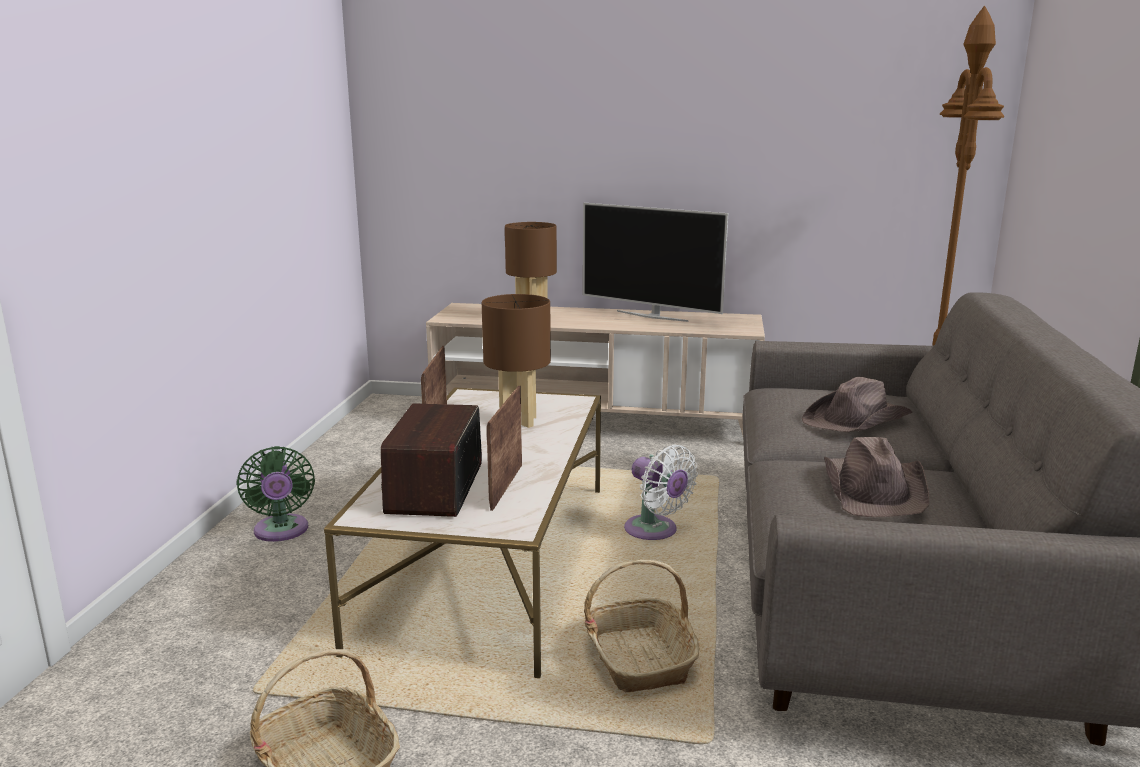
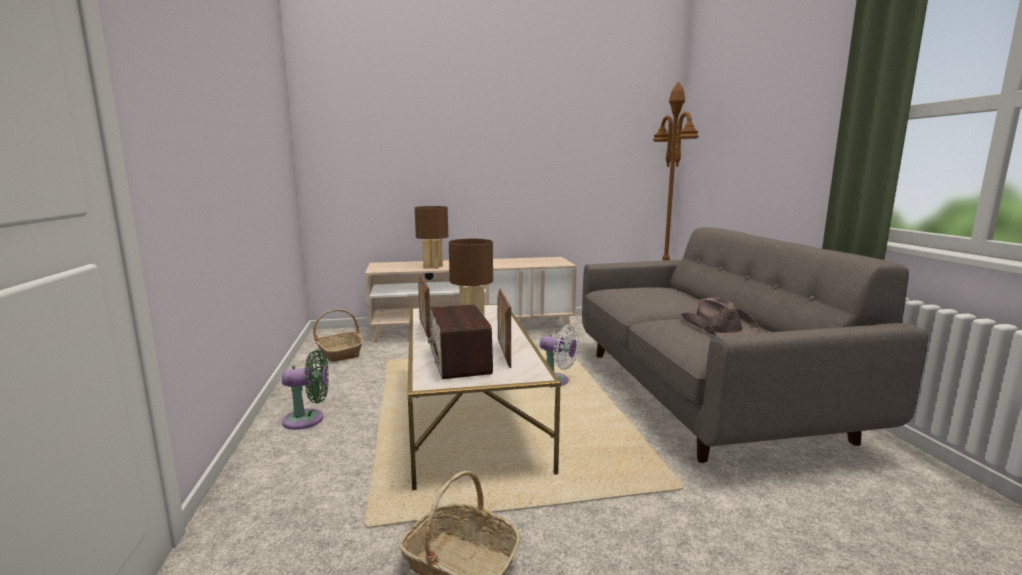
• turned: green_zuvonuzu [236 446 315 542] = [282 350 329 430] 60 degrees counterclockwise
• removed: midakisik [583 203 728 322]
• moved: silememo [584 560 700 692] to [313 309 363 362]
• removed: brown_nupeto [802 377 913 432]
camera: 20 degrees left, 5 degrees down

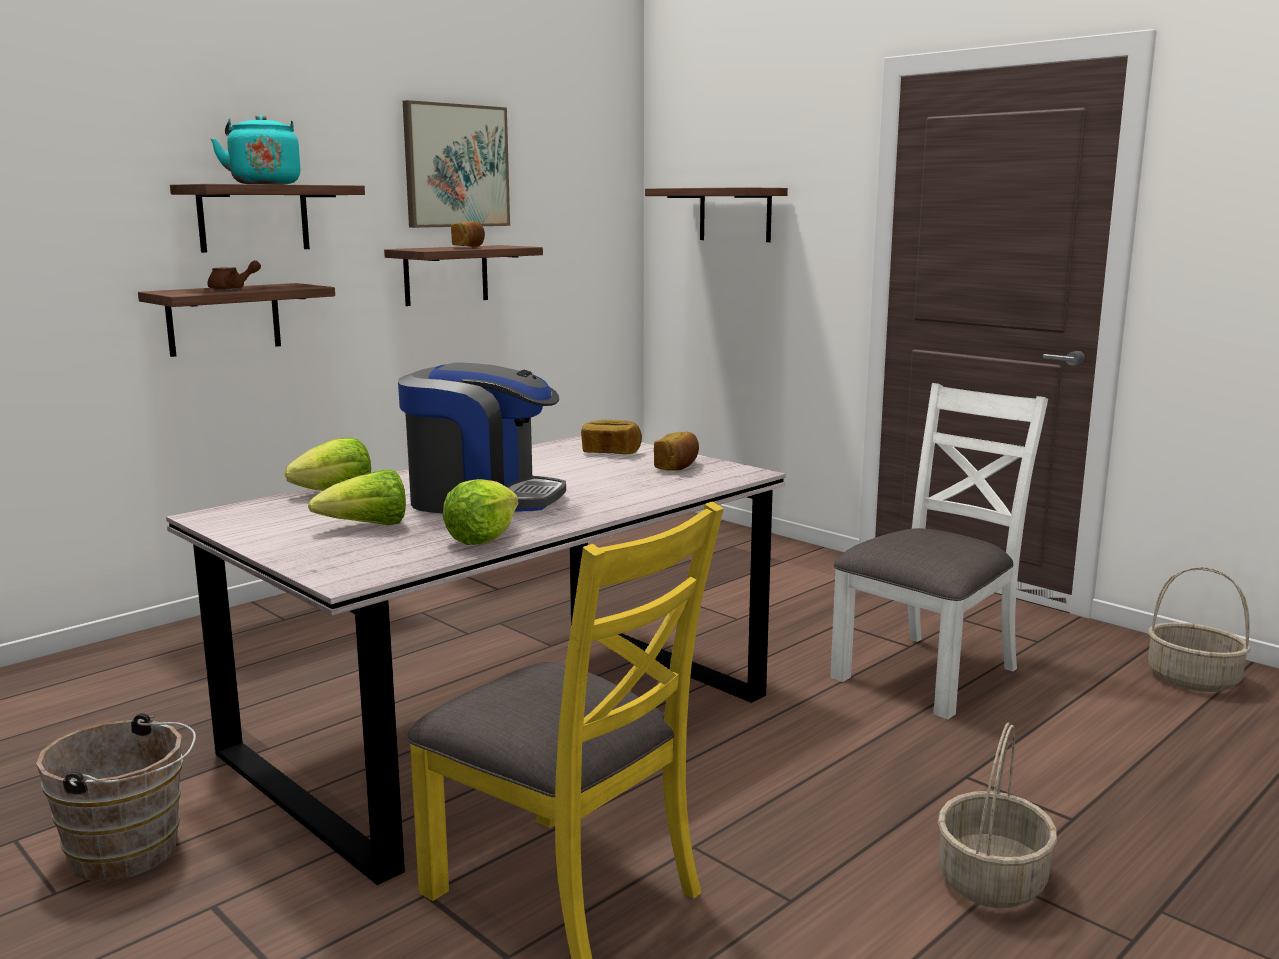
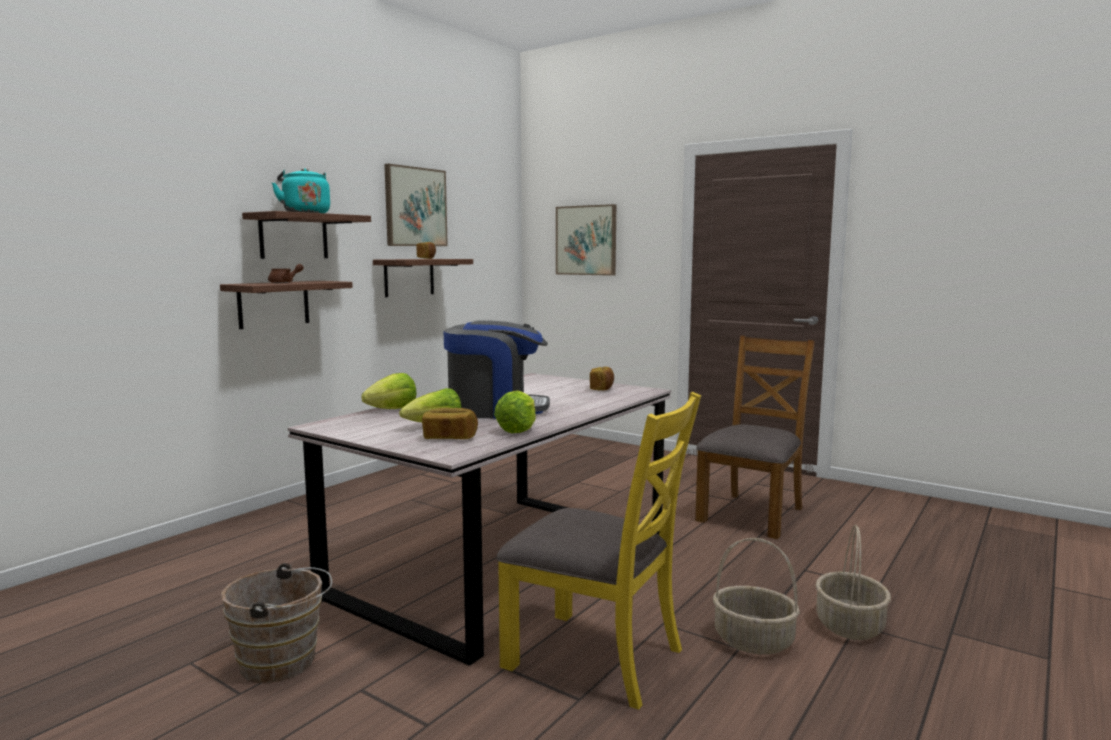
• moved: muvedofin [581 420 642 454] to [422 408 478 439]
• replaced: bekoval [645 187 788 242] to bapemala [556 204 616 276]
• recoloured: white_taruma [830 383 1048 719] to brown_taruma [695 335 815 539]
• moved: silememo [1148 567 1251 692] to [713 538 800 654]
camera: 10 degrees left, 5 degrees down

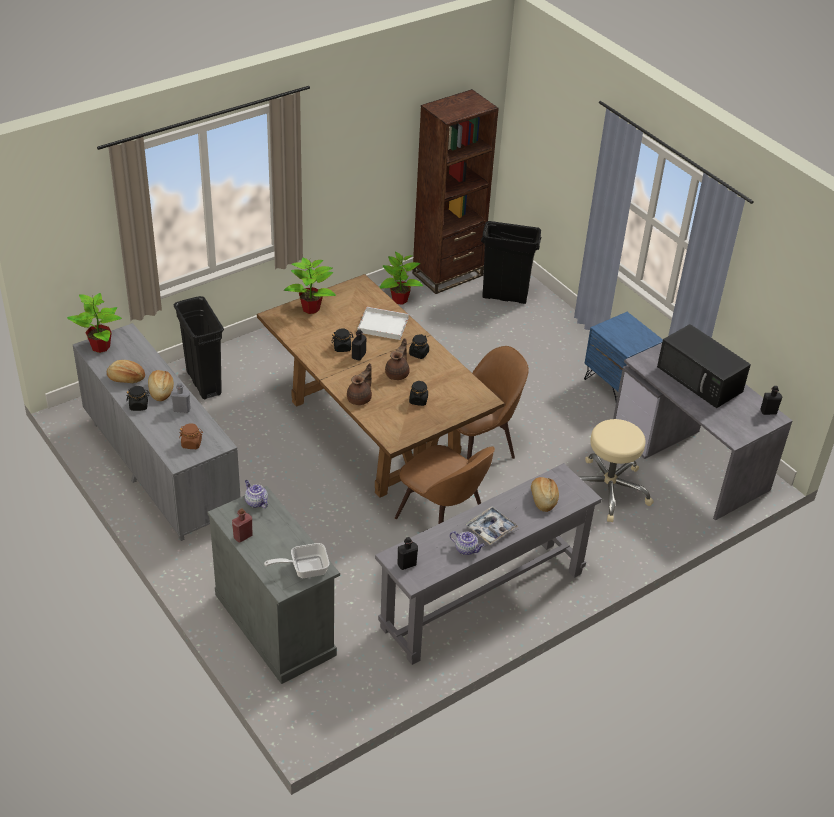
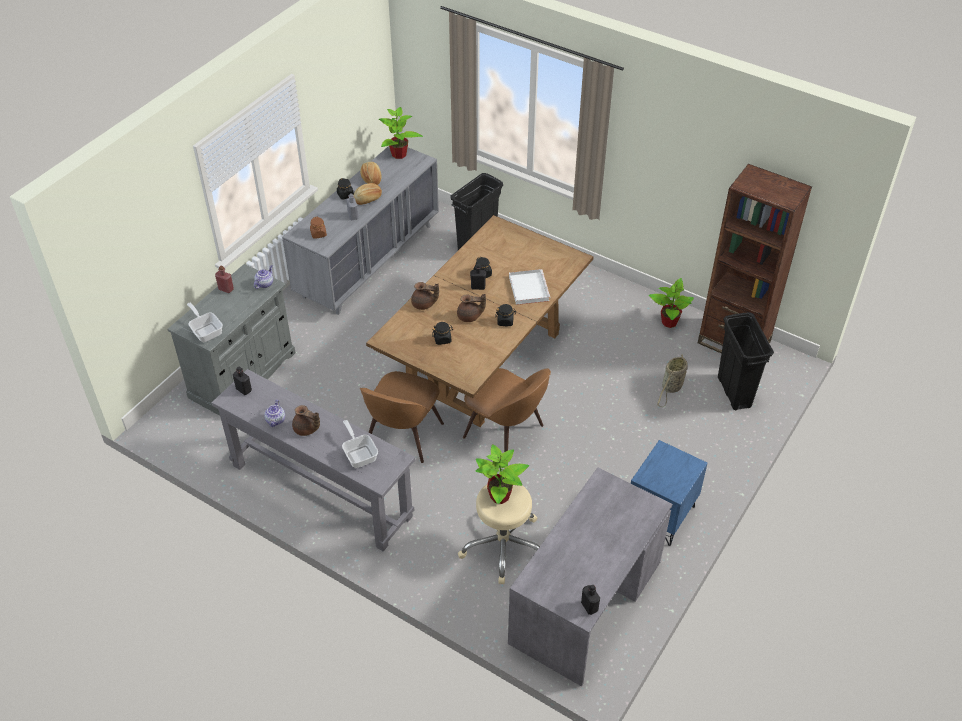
• moved: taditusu [284 257 336 314] to [476 444 529 504]
• replaced: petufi [466 506 518 545] to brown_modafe [292 405 320 436]
• replaced: muvedofin [531 477 559 512] to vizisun [342 420 378 468]
• removed: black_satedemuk [657 324 751 408]
• added: silememo [657 354 688 407]
camera: 70 degrees right, 5 degrees up

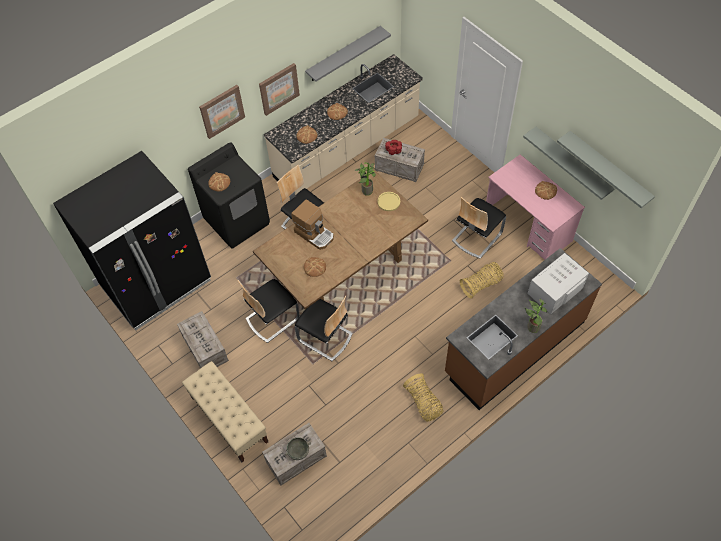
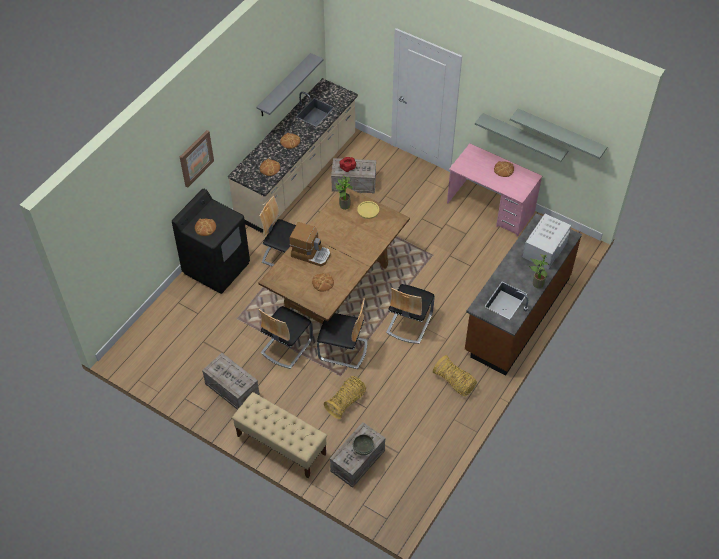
• removed: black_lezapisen [53 151 211 330]
• removed: bapemala [259 63 300 116]
• moved: taruma [452 197 506 259] to [386 284 435 344]
• moved: silememo [460 262 504 298] to [324 376 366 419]
camera: 20 degrees left, 5 degrees down

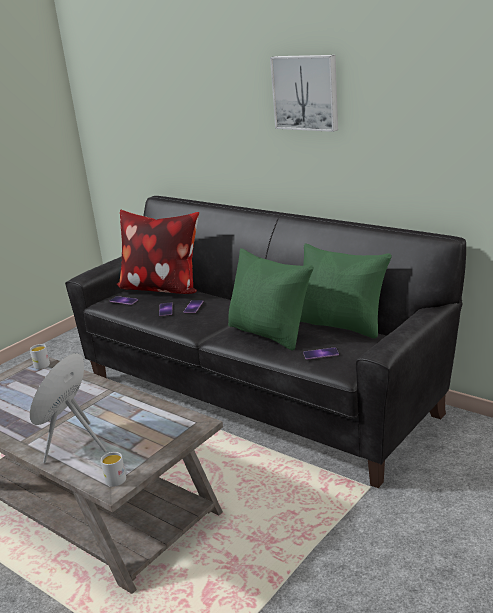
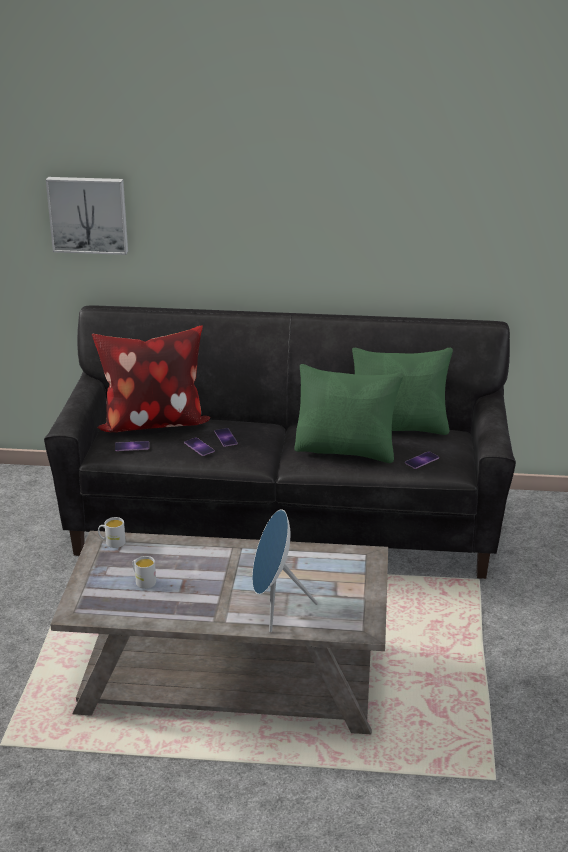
• moved: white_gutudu [101 452 126 487] to [132 556 156 589]
• moved: bapemala [270 55 338 132] to [46 177 128 255]
camera: 35 degrees left, 5 degrees up

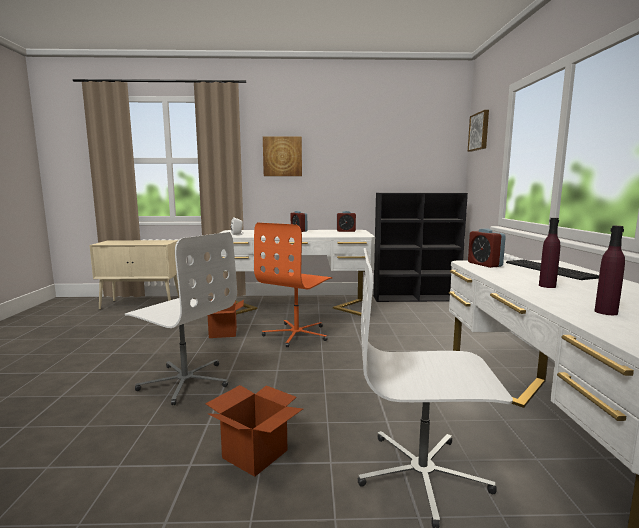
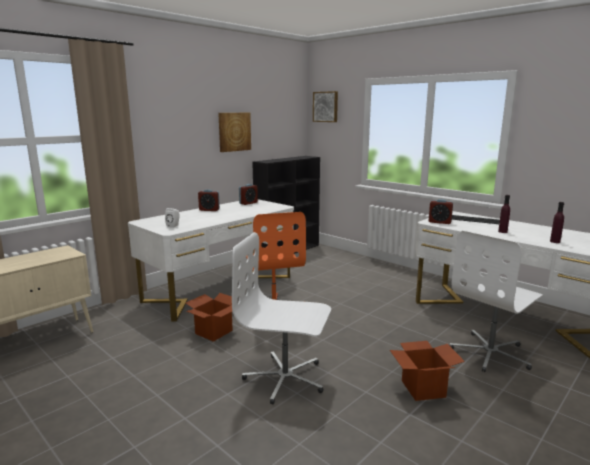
• turned: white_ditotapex [125 232 237 405] = [232 232 331 404] 150 degrees counterclockwise
• moved: bapemala [263 137 302 176] to [218 113 251 152]
camera: 45 degrees left, 5 degrees up

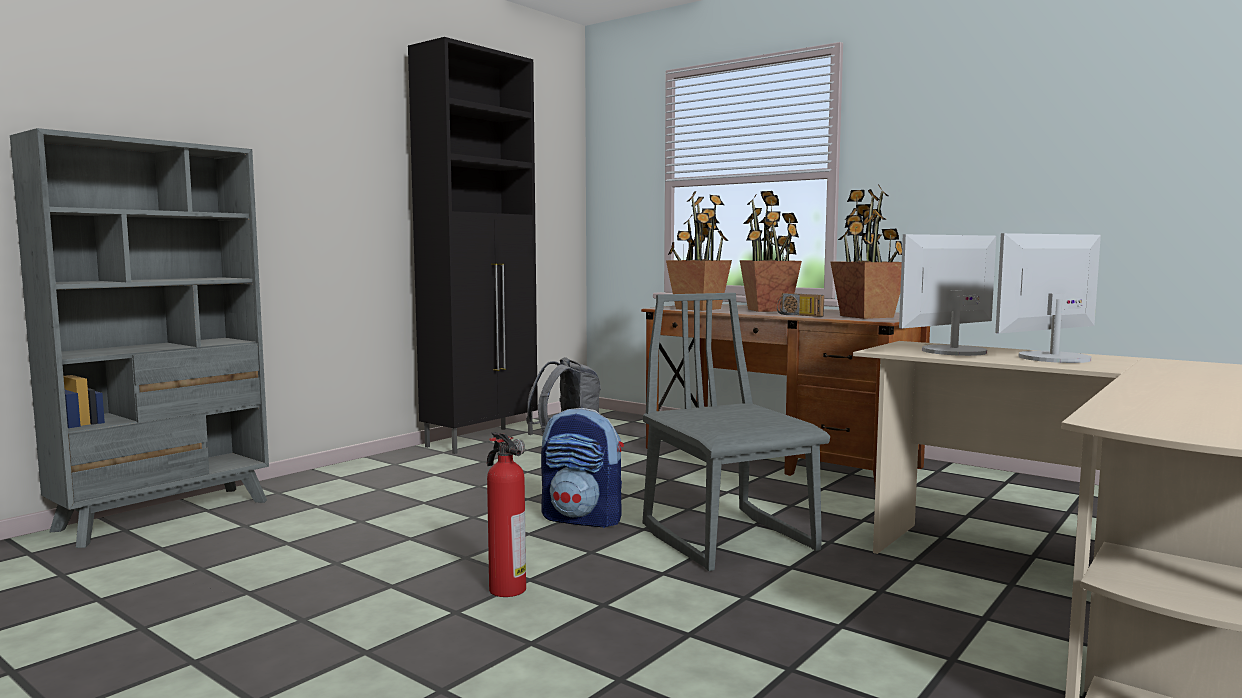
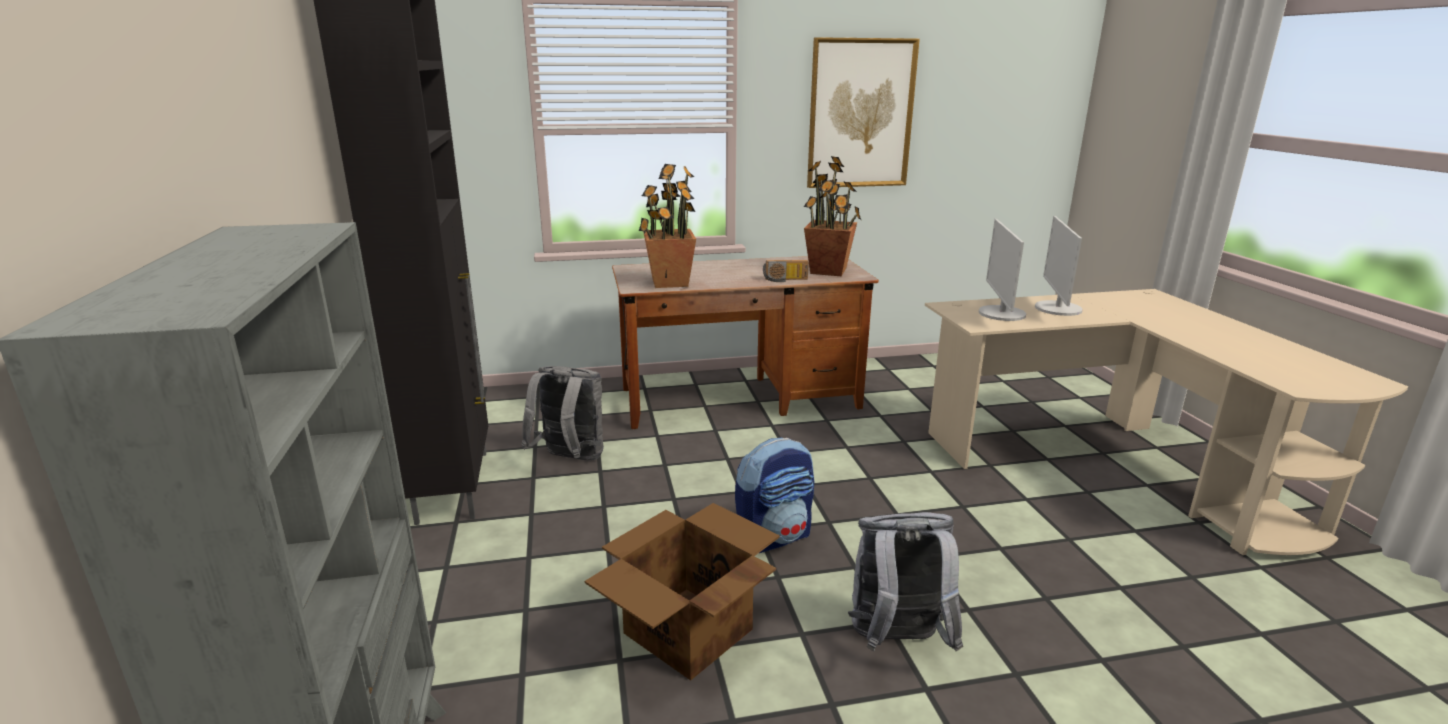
• replaced: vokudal [487 432 526 597] to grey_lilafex [848 512 963 651]
• removed: grey_taruma [643 293 830 571]
• removed: taditusu [740 191 802 312]
• added: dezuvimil [585 503 780 681]
• added: bapemala [807 37 920 188]
camera: 50 degrees left, 15 degrees up

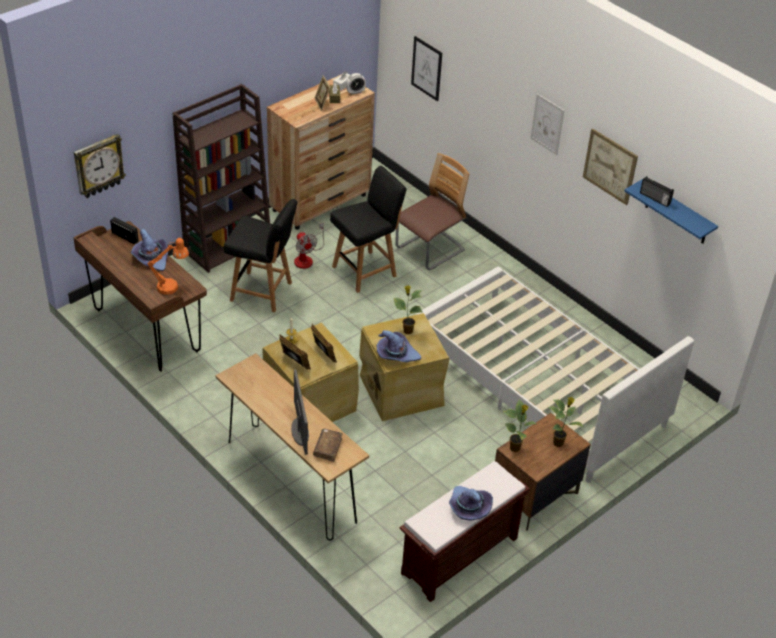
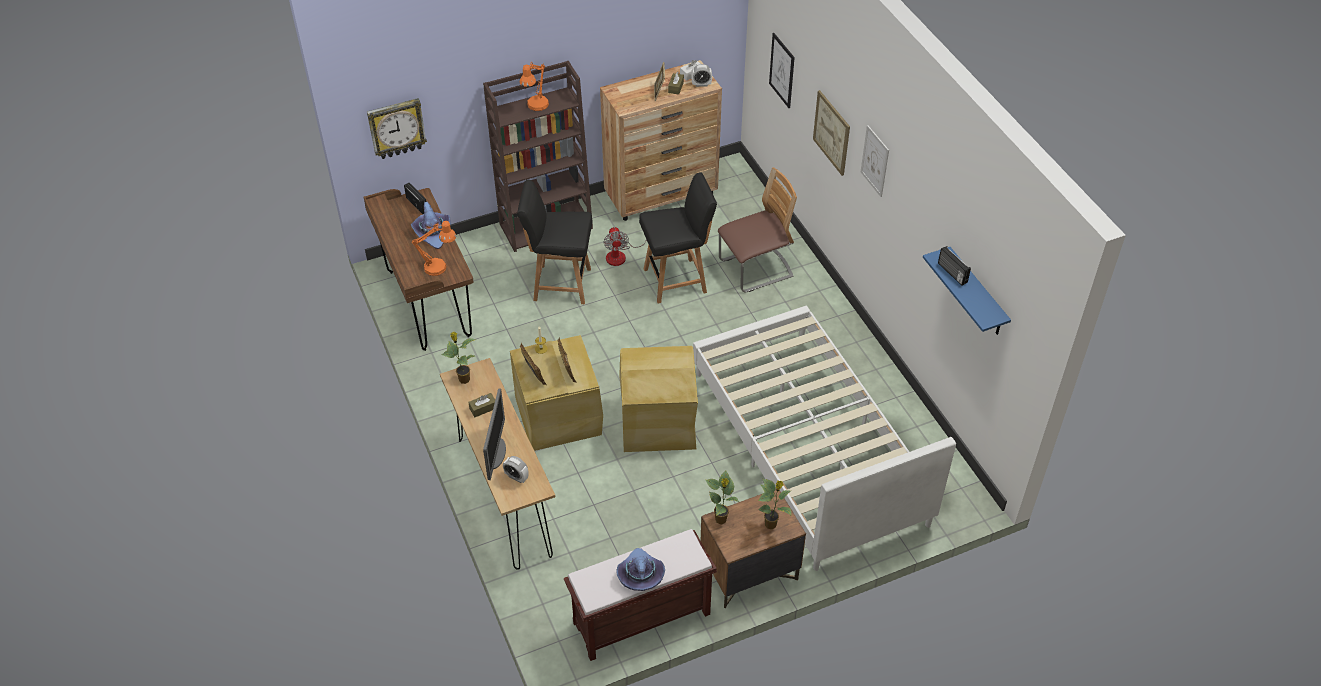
• turned: black_taruma [224 199 297 312] = [517 180 593 304] 150 degrees clockwise
• replaced: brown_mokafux [313 429 343 462] to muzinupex [503 456 529 483]
• removed: purple_nupeto [377 330 421 363]
• moved: taditusu [394 285 423 334] to [442 332 475 384]
• moved: bapemala [583 128 638 205] to [813 90 850 176]
• added: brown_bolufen [468 393 495 417]
• added: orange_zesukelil [520 63 549 111]
camera: 20 degrees right, 5 degrees up

